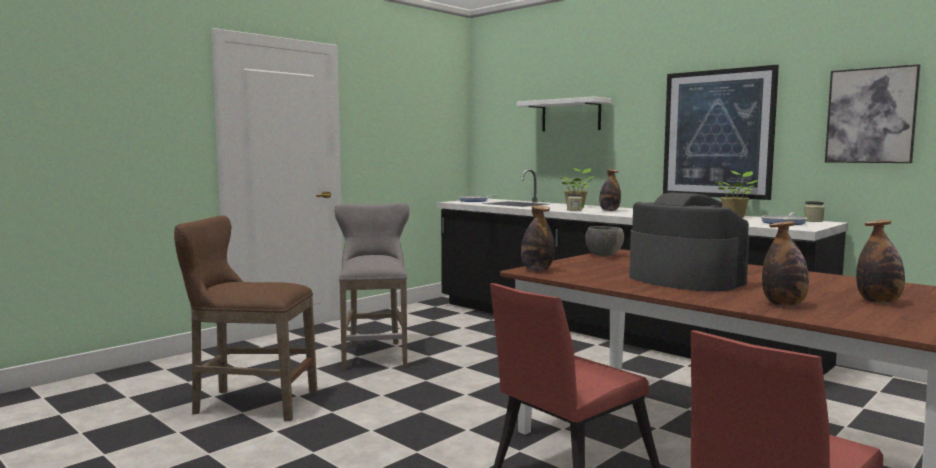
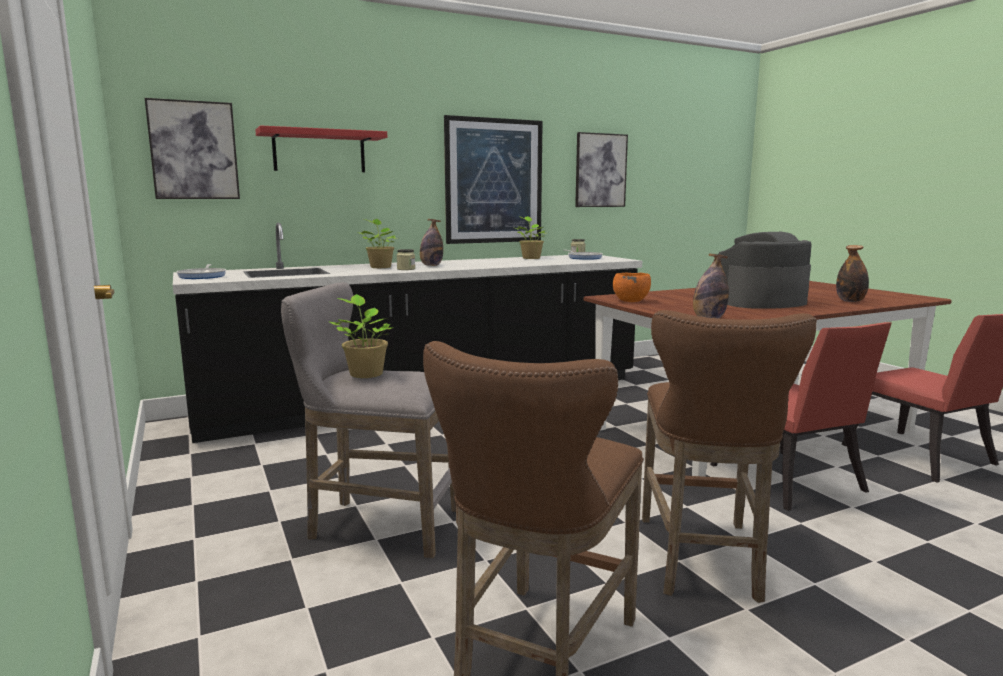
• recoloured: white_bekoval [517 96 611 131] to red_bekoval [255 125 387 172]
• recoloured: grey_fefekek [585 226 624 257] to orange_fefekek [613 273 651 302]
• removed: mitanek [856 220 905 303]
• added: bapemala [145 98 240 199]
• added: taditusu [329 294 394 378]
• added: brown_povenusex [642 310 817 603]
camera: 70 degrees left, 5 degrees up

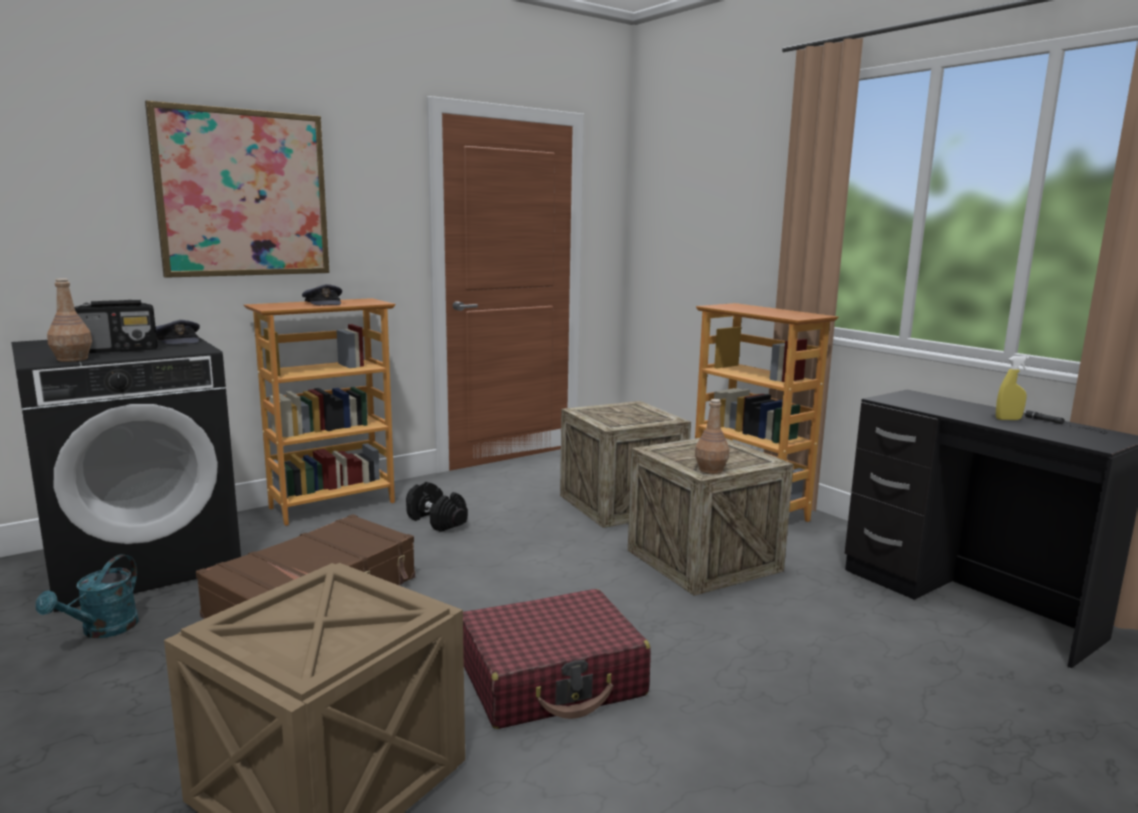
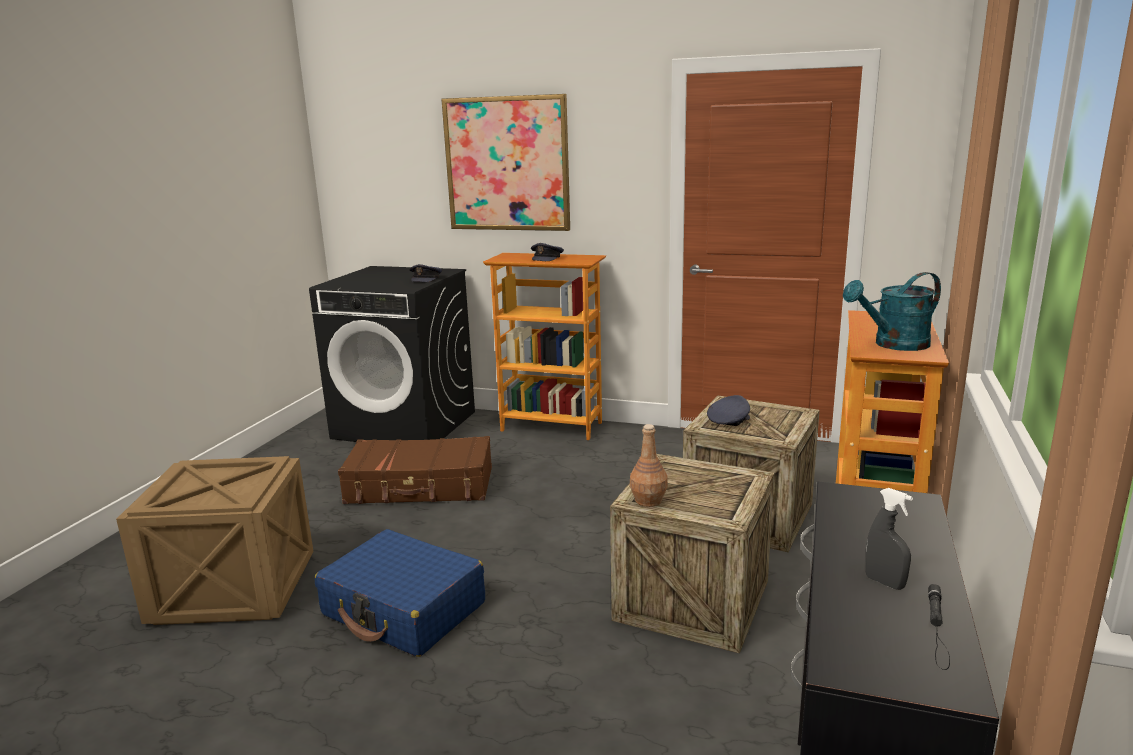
• moved: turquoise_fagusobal [36 554 139 638] to [843 272 941 351]
• removed: brown_mitanek [47 278 92 362]
• removed: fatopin [74 300 157 353]
• removed: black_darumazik [406 482 468 532]
• recoloured: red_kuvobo [463 589 651 729] to blue_kuvobo [315 529 485 657]
• recoloured: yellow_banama [996 356 1030 420] to grey_banama [865 488 913 590]
• added: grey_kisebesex [707 395 750 426]
camera: 55 degrees right, 5 degrees up

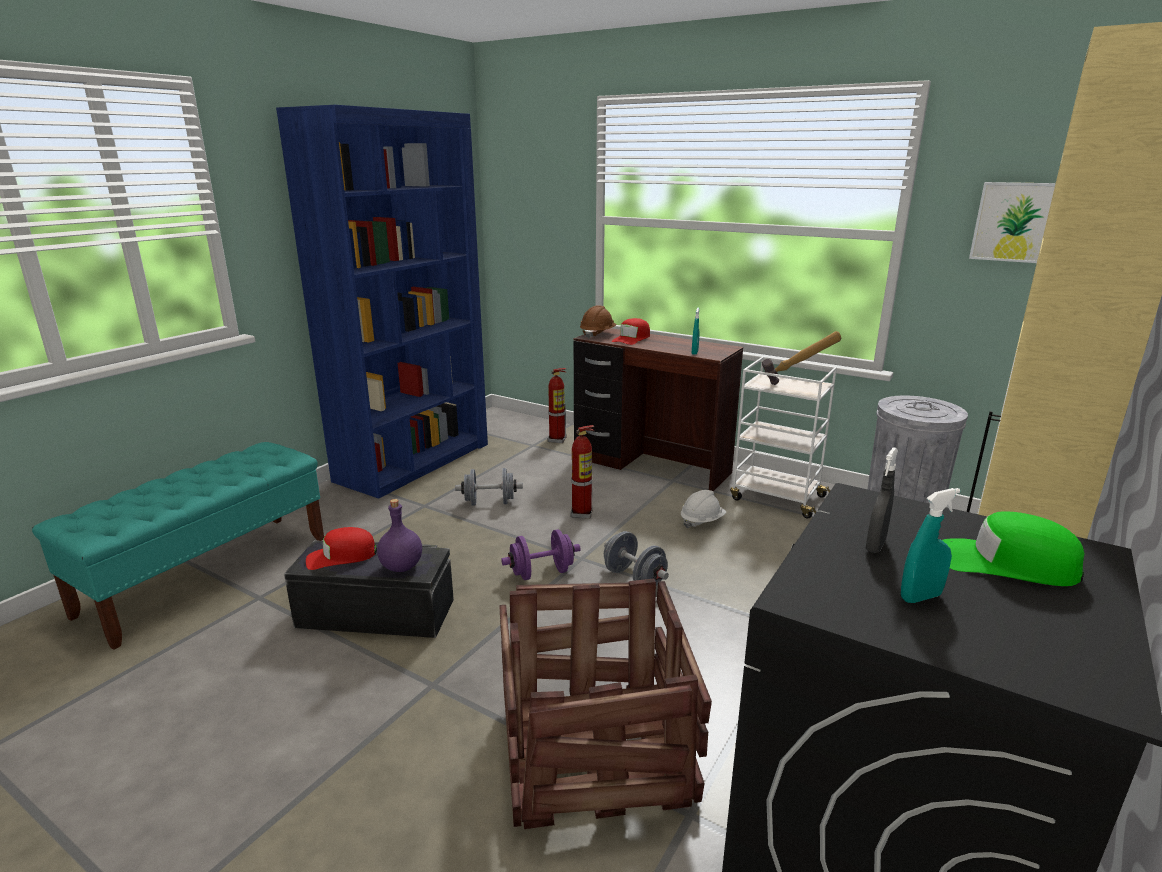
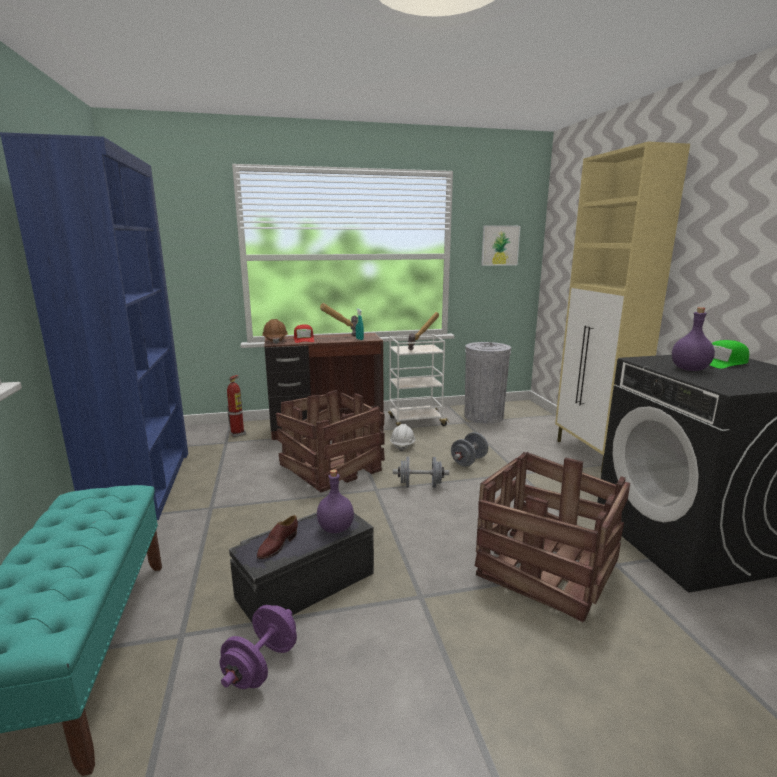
• replaced: red_kisebesex [306 527 377 570] to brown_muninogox [257 515 298 559]
• moved: grey_darumazik [455 468 523 506] to [451 432 488 467]
• moved: purple_darumazik [501 529 581 580] to [220 605 297 689]
• replaced: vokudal [570 425 595 518] to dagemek [276 390 385 492]
• replaced: grey_banama [866 447 898 553] to purple_mitanek [672 307 715 371]
• removed: turquoise_banama [901 488 960 603]
• added: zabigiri [320 303 358 336]
camera: 45 degrees left, 5 degrees down

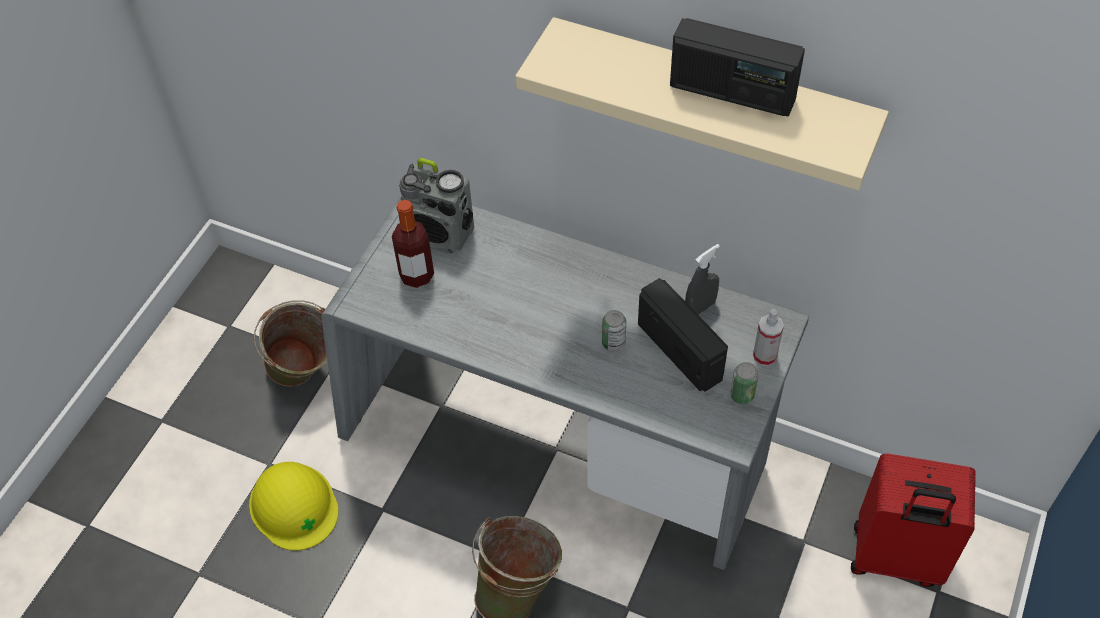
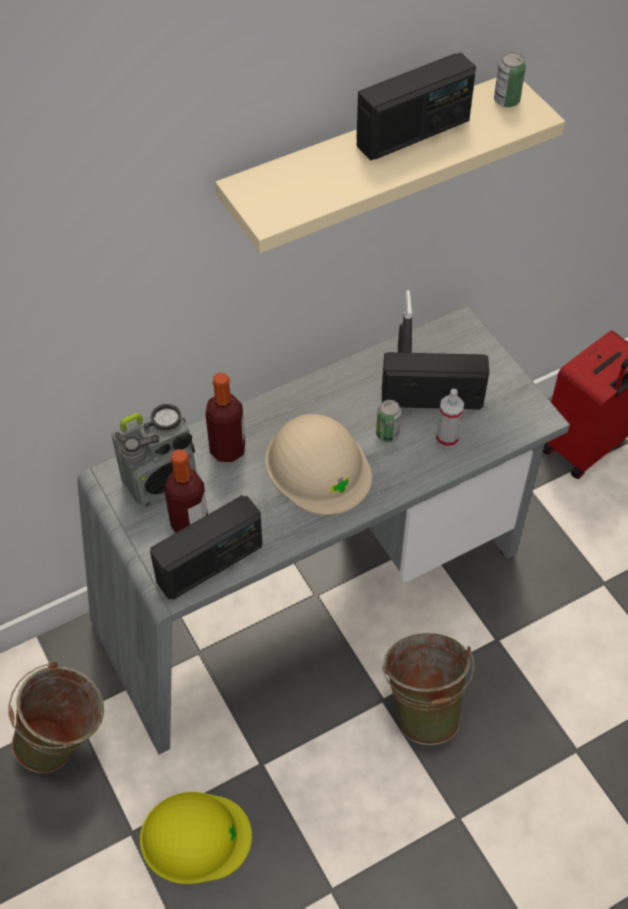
• moved: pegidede [730 362 758 404] to [494 52 526 107]
• moved: banama [753 309 784 366] to [436 389 464 448]
• added: fatopin [150 495 262 599]
• added: mitanek [205 373 245 463]
• added: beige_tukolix [266 414 372 515]
camera: 55 degrees left, 0 degrees up

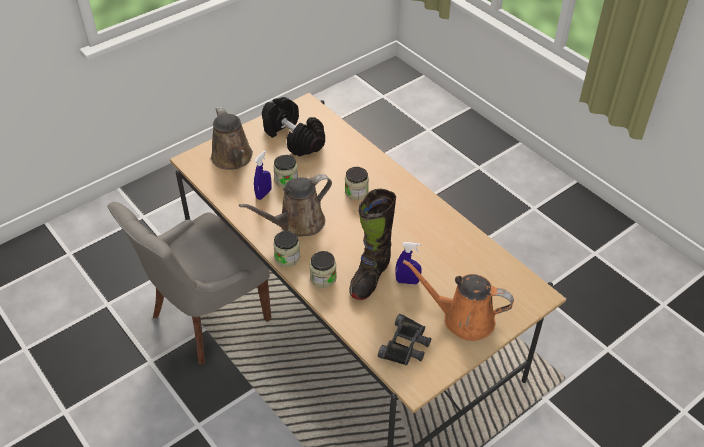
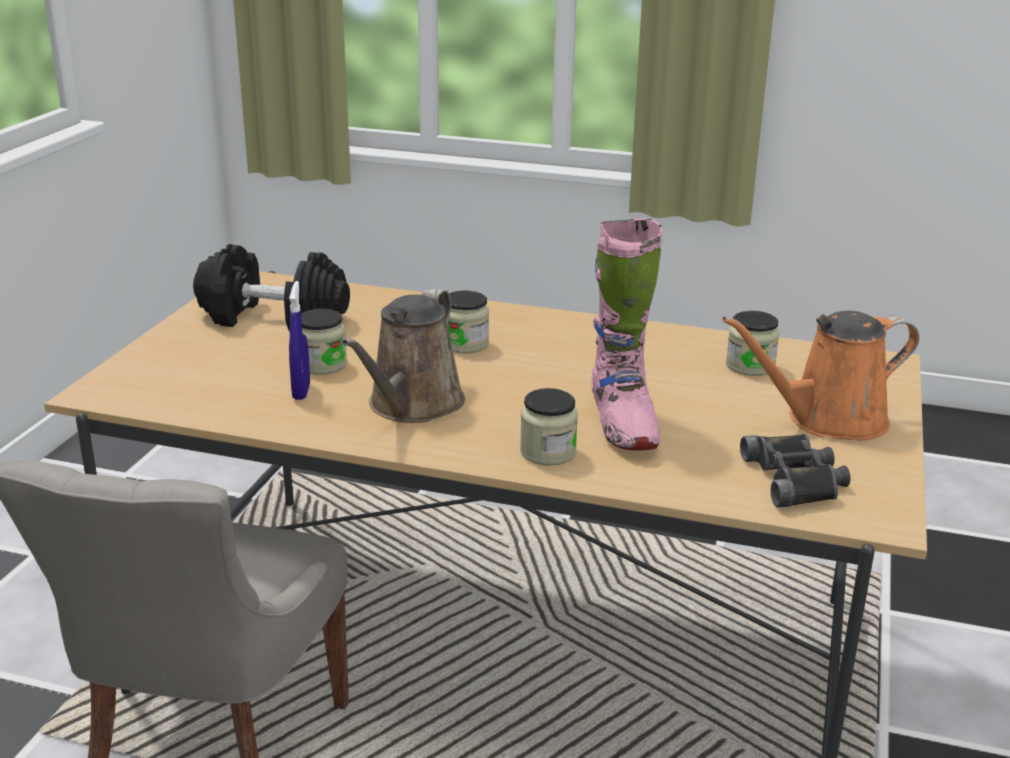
• removed: brown_fagusobal [211 106 253 170]
• moved: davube [273 231 300 267] to [726 311 779 376]
• recoloured: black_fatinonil [349 189 396 300] to pink_fatinonil [592 218 662 450]
• removed: blue_banama [395 242 422 285]
camera: 35 degrees left, 20 degrees down

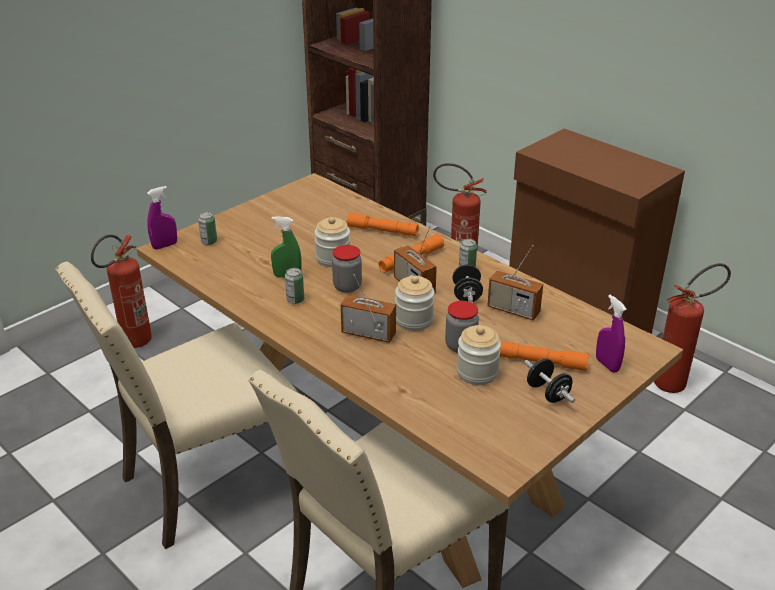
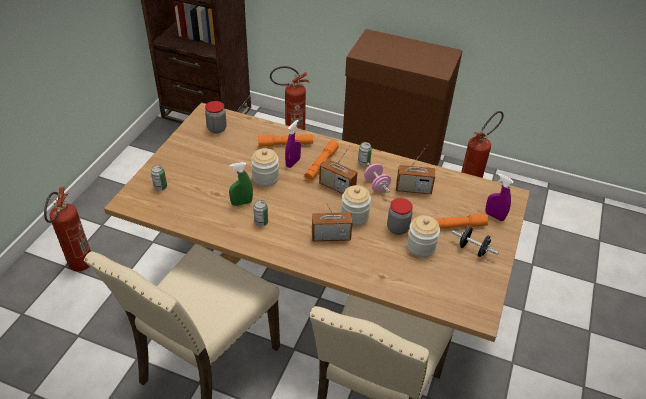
• moved: purple_banama [147 186 177 249] to [285 120 301 168]
• moved: davube [332 245 362 293] to [205 101 227 133]
• recoloured: black_darumazik [453 264 483 303] to pink_darumazik [364 162 391 193]
camera: 25 degrees left, 10 degrees up

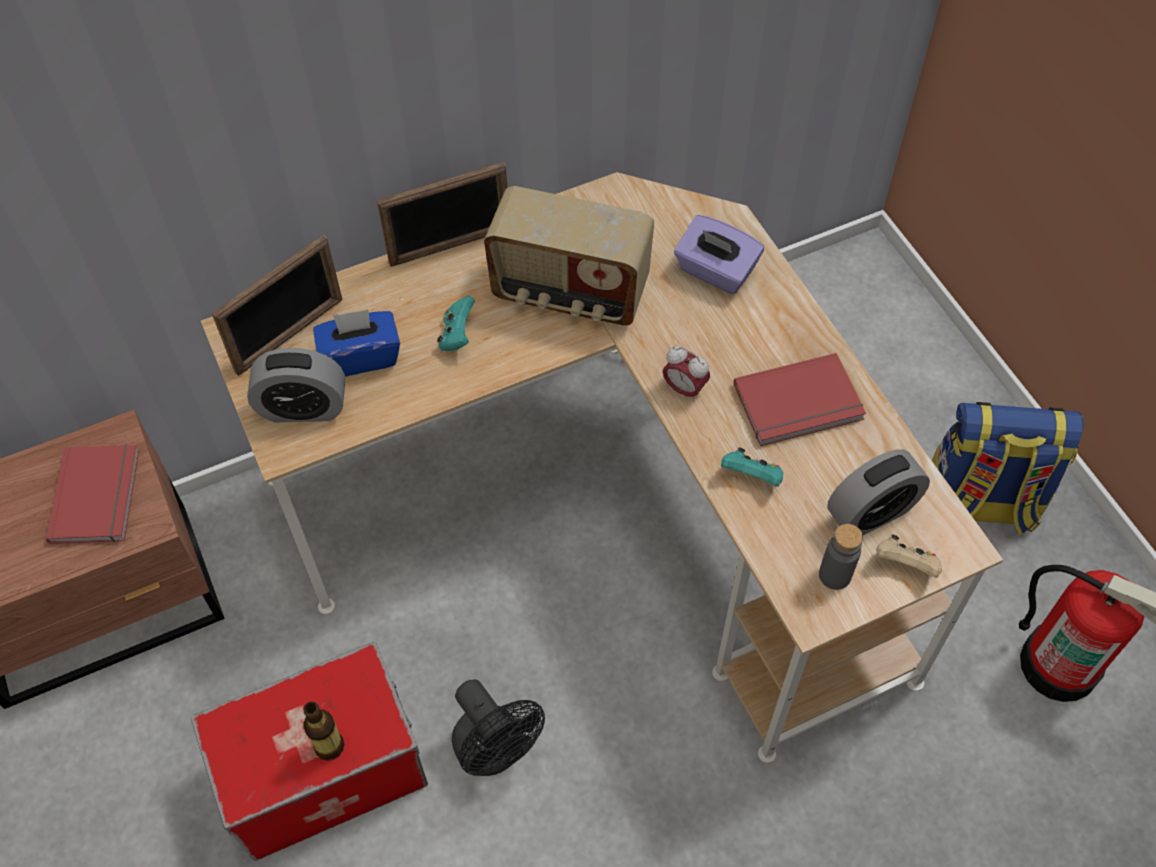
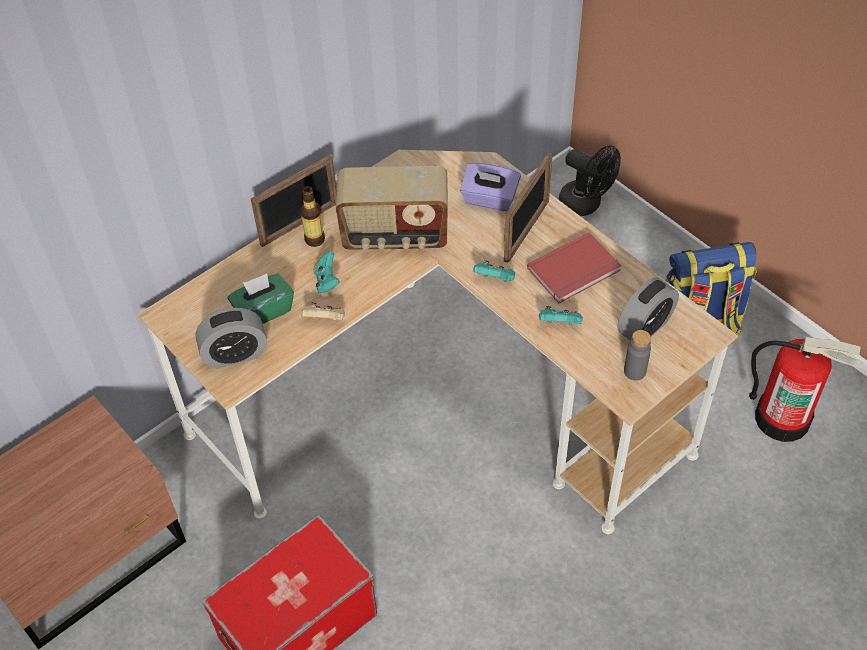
• removed: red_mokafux [46 444 139 544]
• moved: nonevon [212 235 343 376] to [504 153 552 263]
• moved: mitanek [303 702 344 760] to [300 186 325 247]
• recoloured: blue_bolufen [313 309 400 377] to green_bolufen [228 273 294 324]
• moved: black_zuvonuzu [452 679 545 776] to [559 145 621 216]
• replaced: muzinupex [663 346 710 402] to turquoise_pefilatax [473 260 515 282]
• moved: beige_pefilatax [876 535 942 578] to [301 302 345 321]
camera: 15 degrees left, 5 degrees down

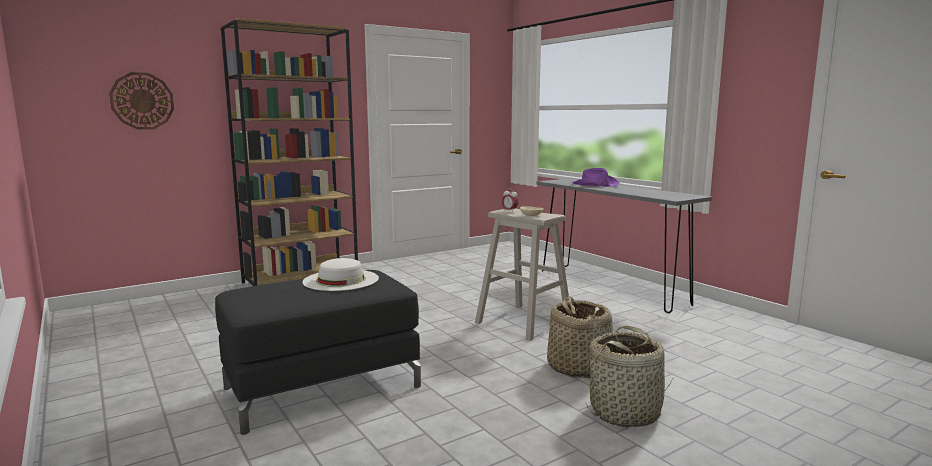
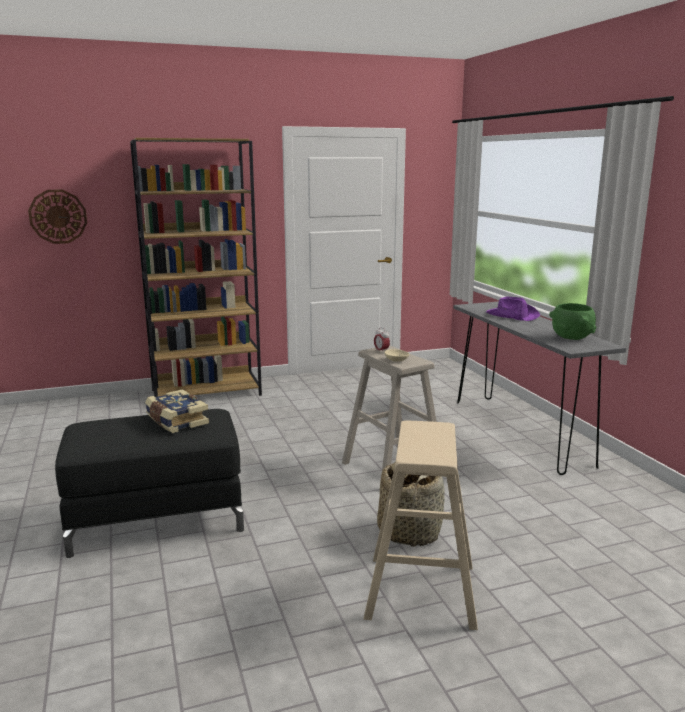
• replaced: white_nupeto [302 258 379 291] to mokafux [145 389 209 433]
• replaced: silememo [585 325 674 427] to beige_povenusex [364 420 478 630]
• added: green_fefekek [549 303 596 340]
camera: 15 degrees right, 5 degrees up

